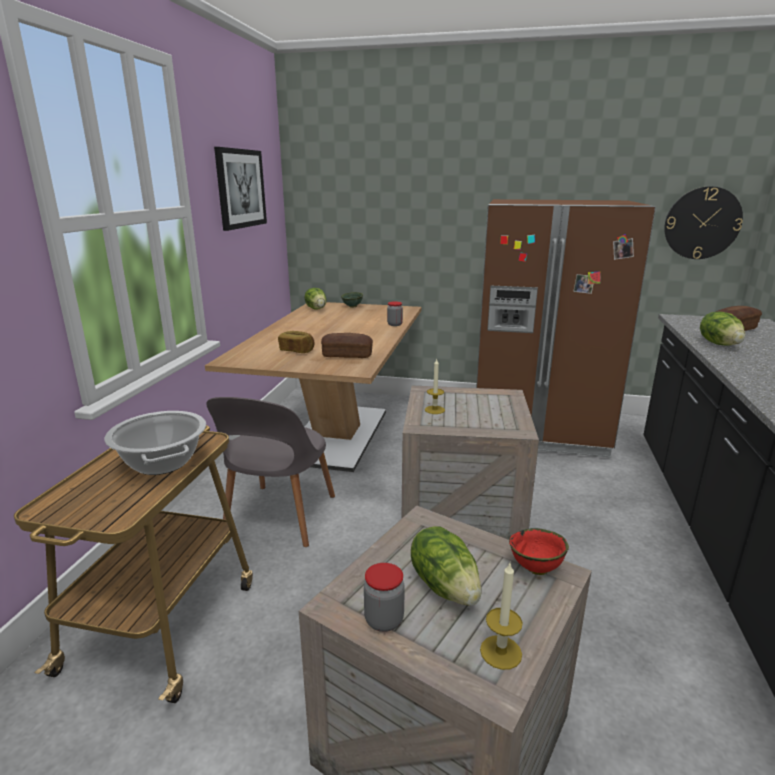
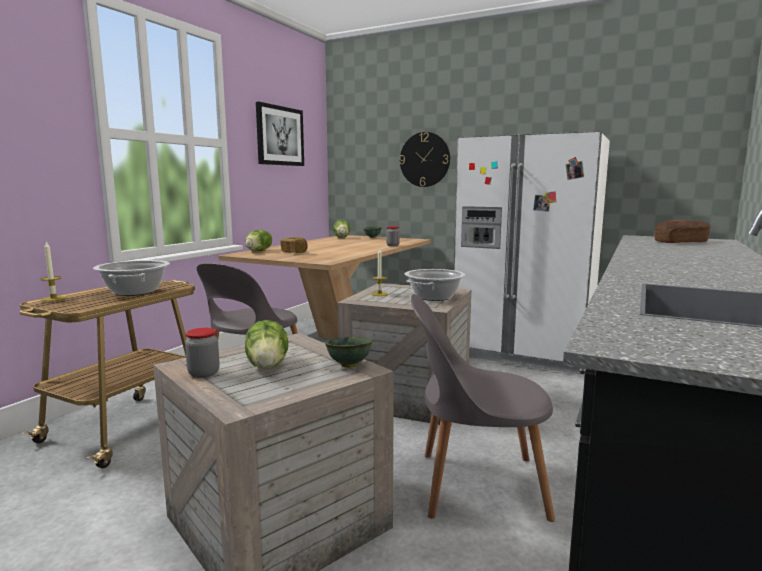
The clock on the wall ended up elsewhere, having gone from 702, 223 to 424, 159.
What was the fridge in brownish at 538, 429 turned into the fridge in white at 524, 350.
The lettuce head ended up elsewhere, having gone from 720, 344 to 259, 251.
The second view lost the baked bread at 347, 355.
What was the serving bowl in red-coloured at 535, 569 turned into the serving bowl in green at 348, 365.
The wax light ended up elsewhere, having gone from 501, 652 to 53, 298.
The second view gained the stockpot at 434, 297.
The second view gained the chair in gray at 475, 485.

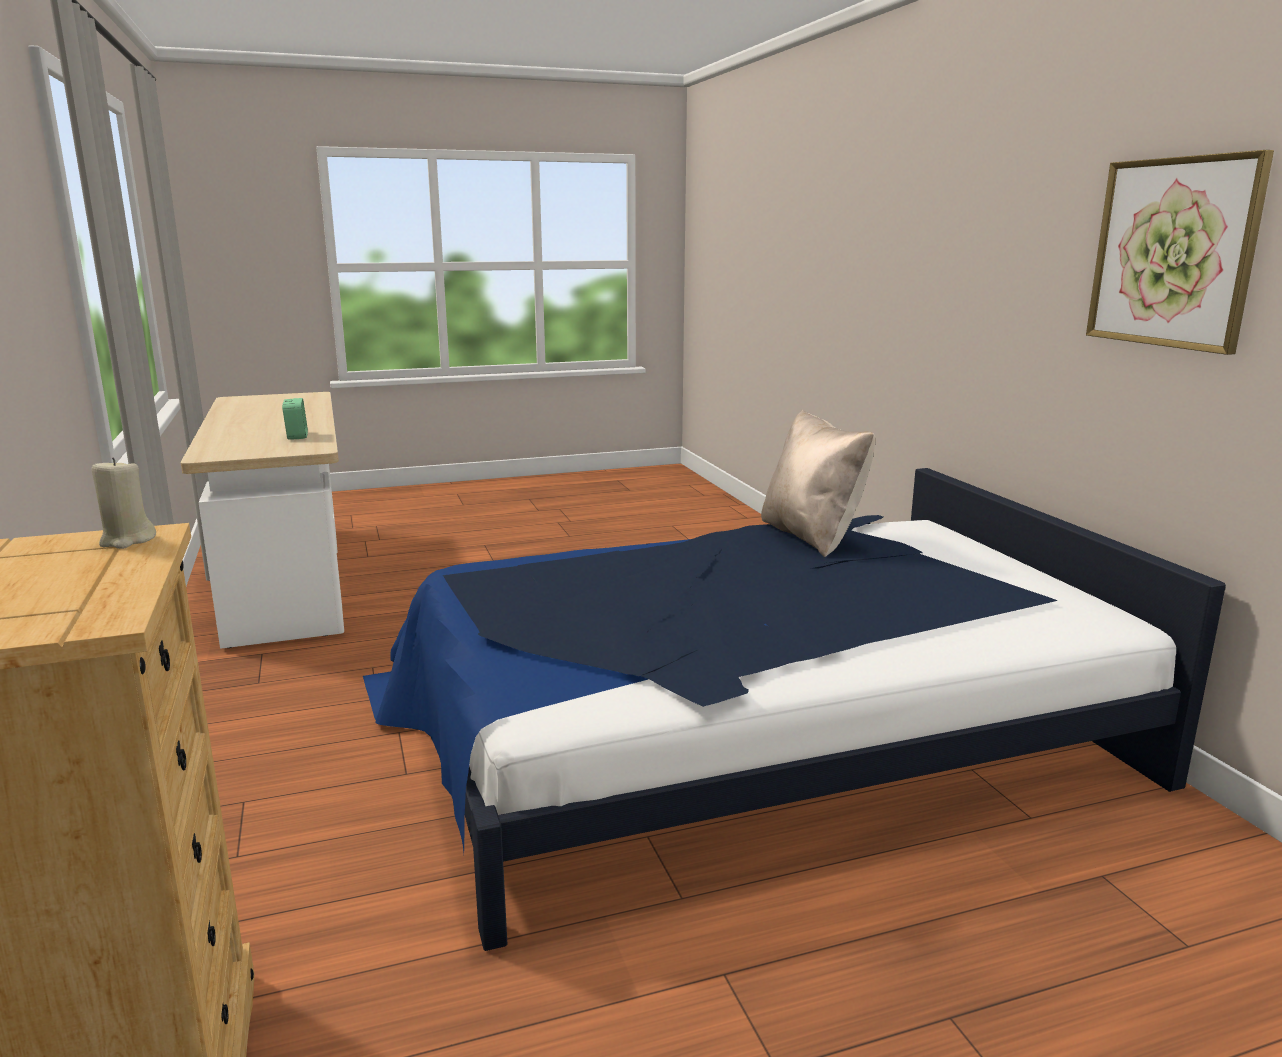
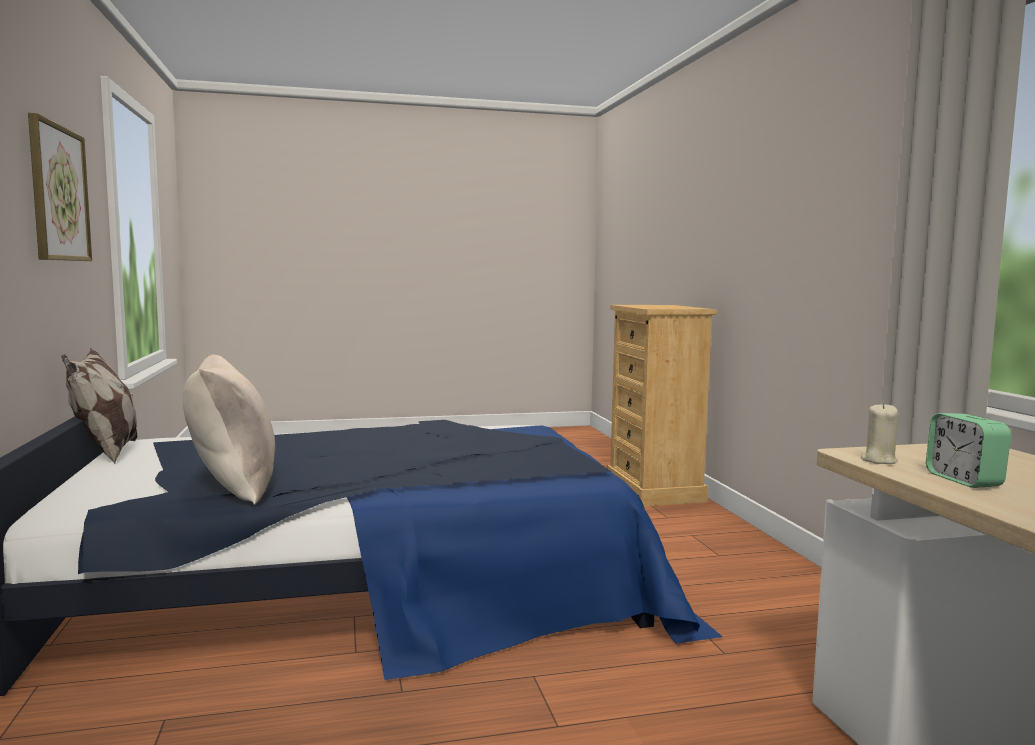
The wax light in beige ended up elsewhere, having gone from 127, 540 to 878, 460.
The second view gained the cushion at 106, 453.

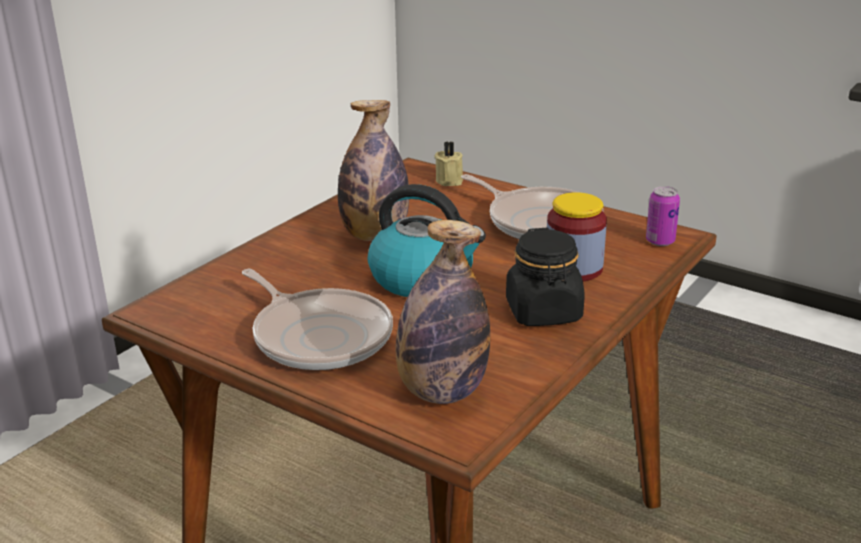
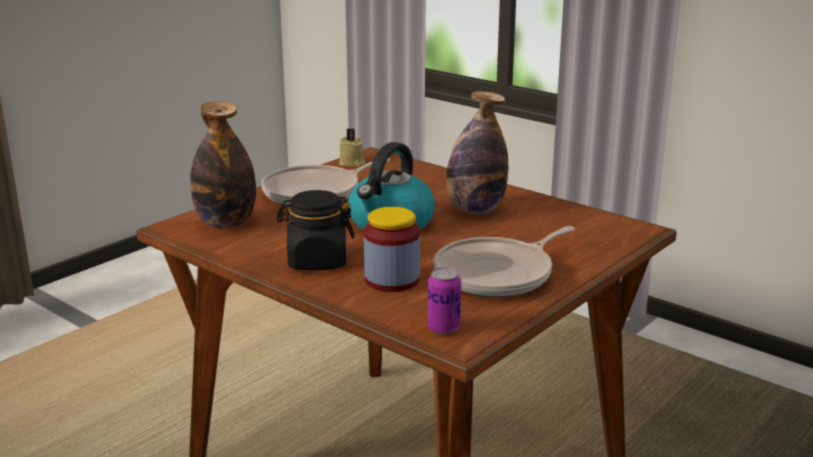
The wax light in beige ended up elsewhere, having gone from 450, 180 to 352, 163.

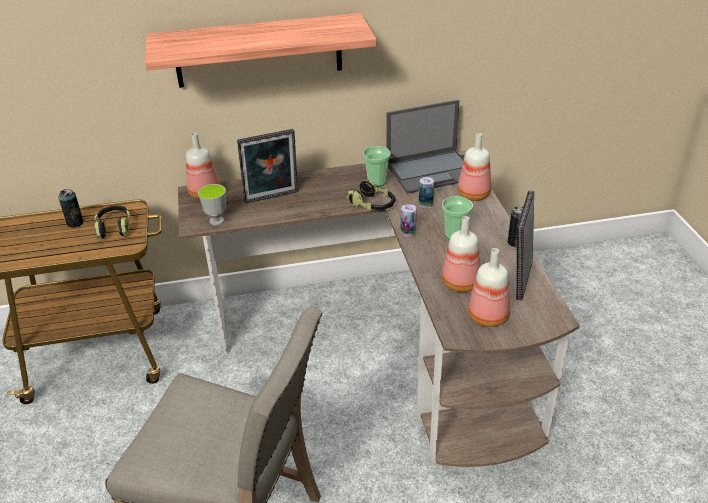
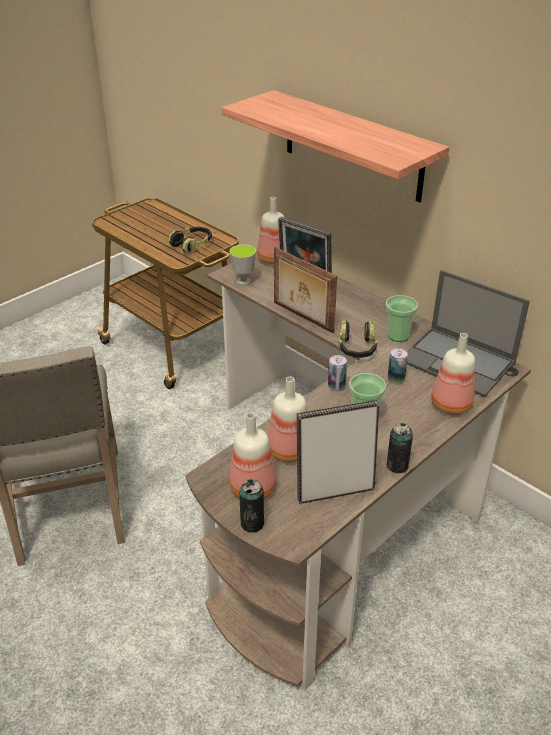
The metal can ended up elsewhere, having gone from 75, 223 to 252, 523.
The second view gained the standing frame at 302, 317.

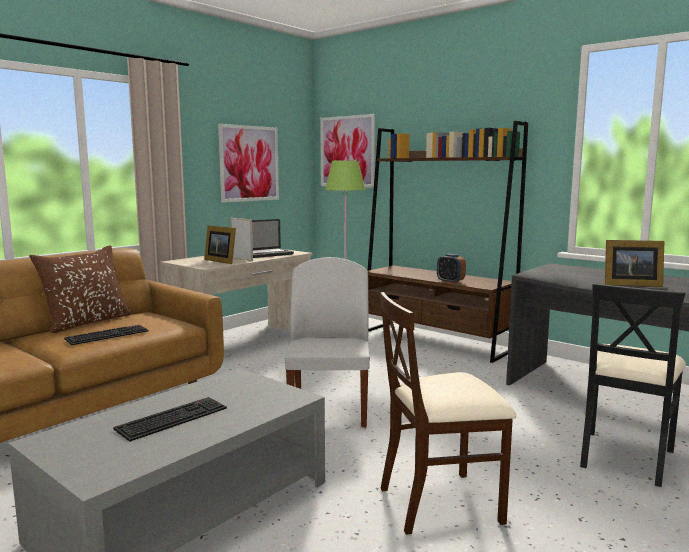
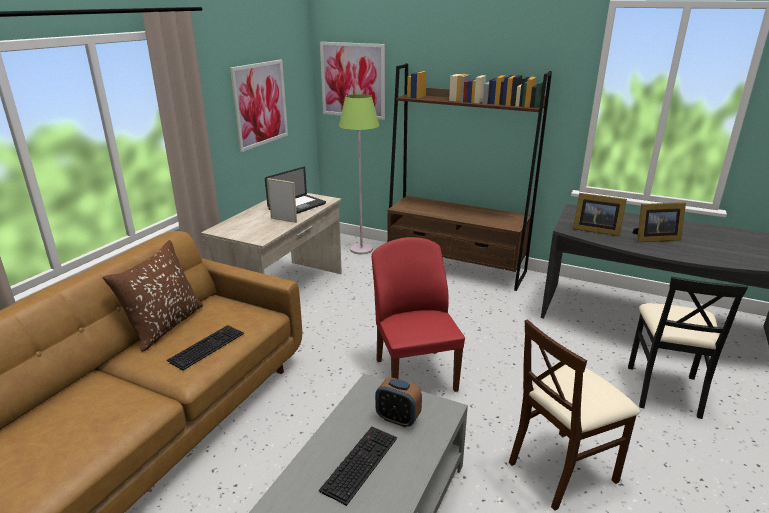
The standing frame ended up elsewhere, having gone from 221, 261 to 594, 230.
The bedside clock ended up elsewhere, having gone from 450, 281 to 398, 419.
What was the chair in white at 329, 410 turned into the chair in red-coloured at 415, 373.

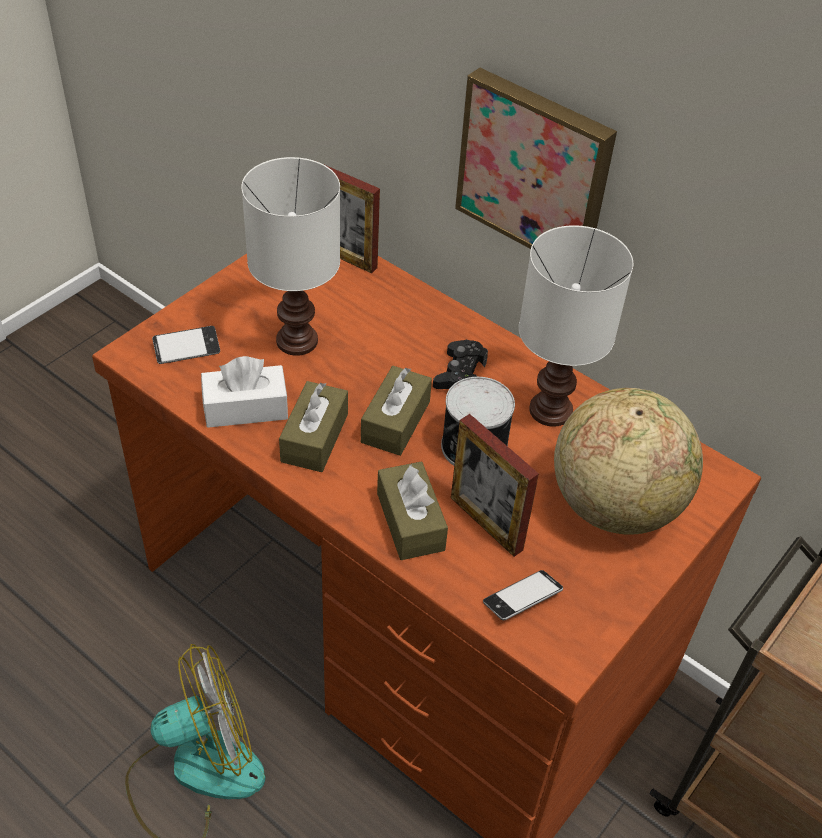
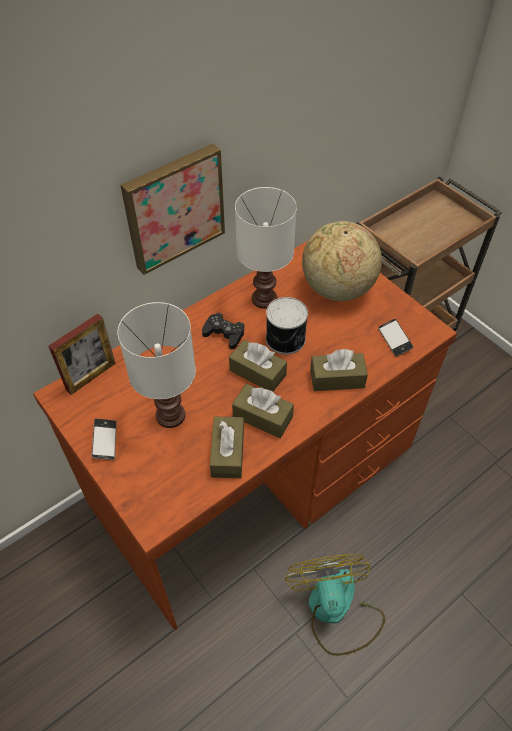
The phone ended up elsewhere, having gone from 187, 349 to 105, 441.
What was the box of tissues in white at 245, 408 turned into the box of tissues in brownish at 227, 453.
The second view lost the standing frame at 486, 523.

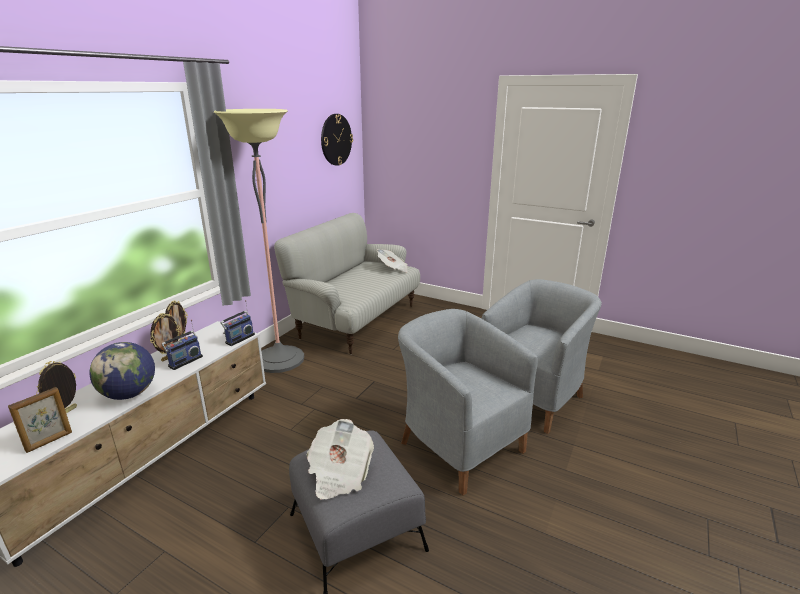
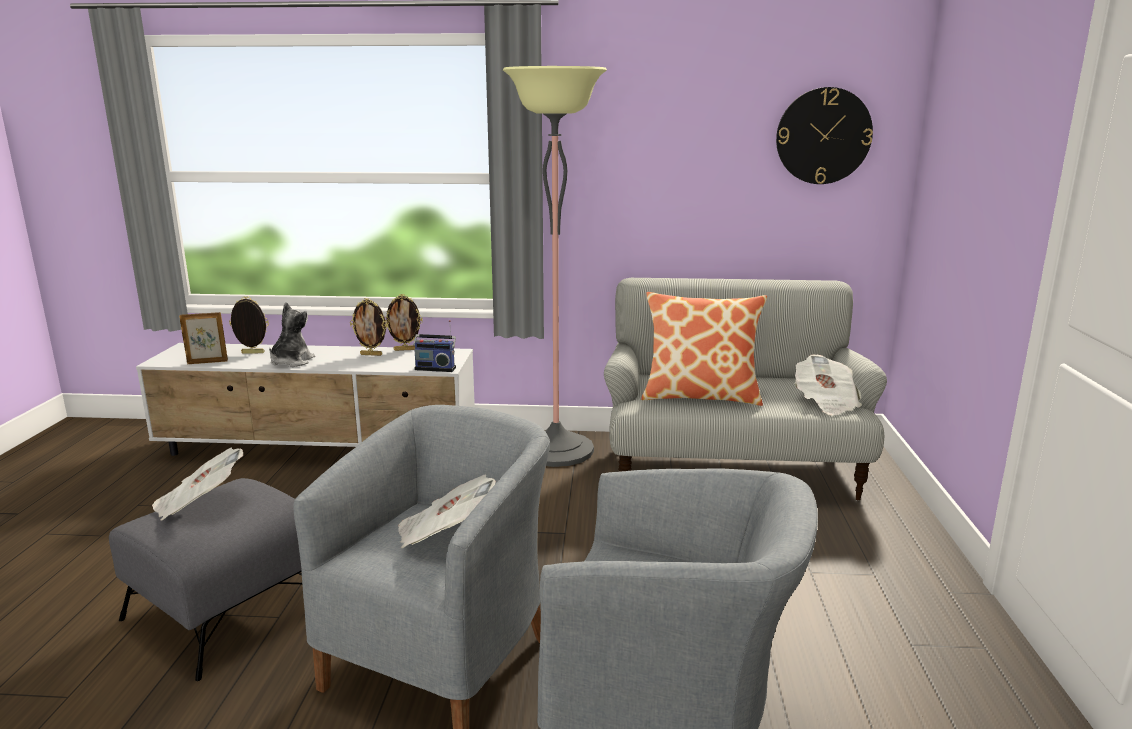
The second view lost the radio receiver at 184, 361.
Where the world globe stood at 129, 394, the plush toy came to stand at 291, 362.
The standing frame at 49, 441 ended up facing another way, 150 degrees clockwise from before.
The second view gained the cushion at 701, 396.
The second view gained the printed paper at 444, 535.

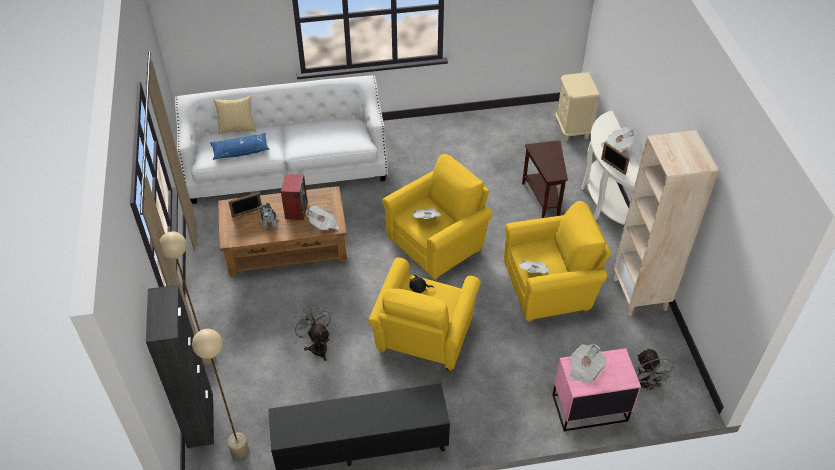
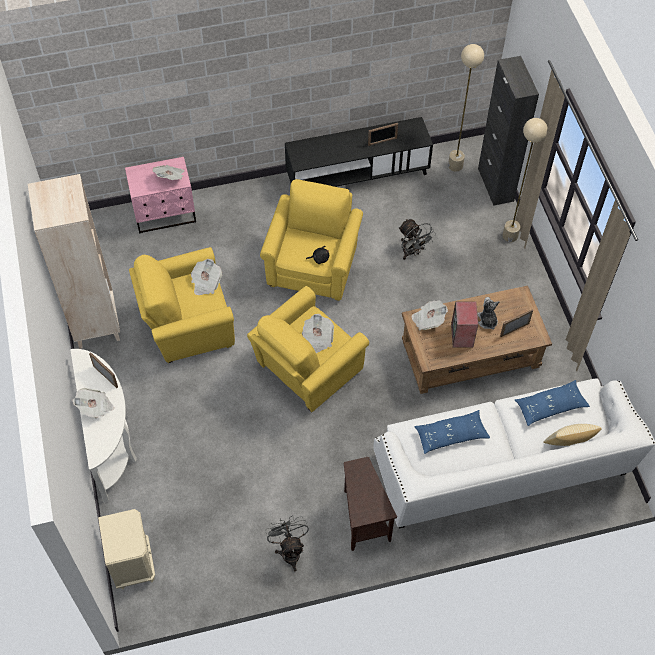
The end table in brownish ended up elsewhere, having gone from 543, 197 to 363, 520.
The electric fan in gray ended up elsewhere, having gone from 645, 385 to 289, 550.
The second view gained the standing frame at 382, 141.
The second view gained the cushion in blue at 451, 435.

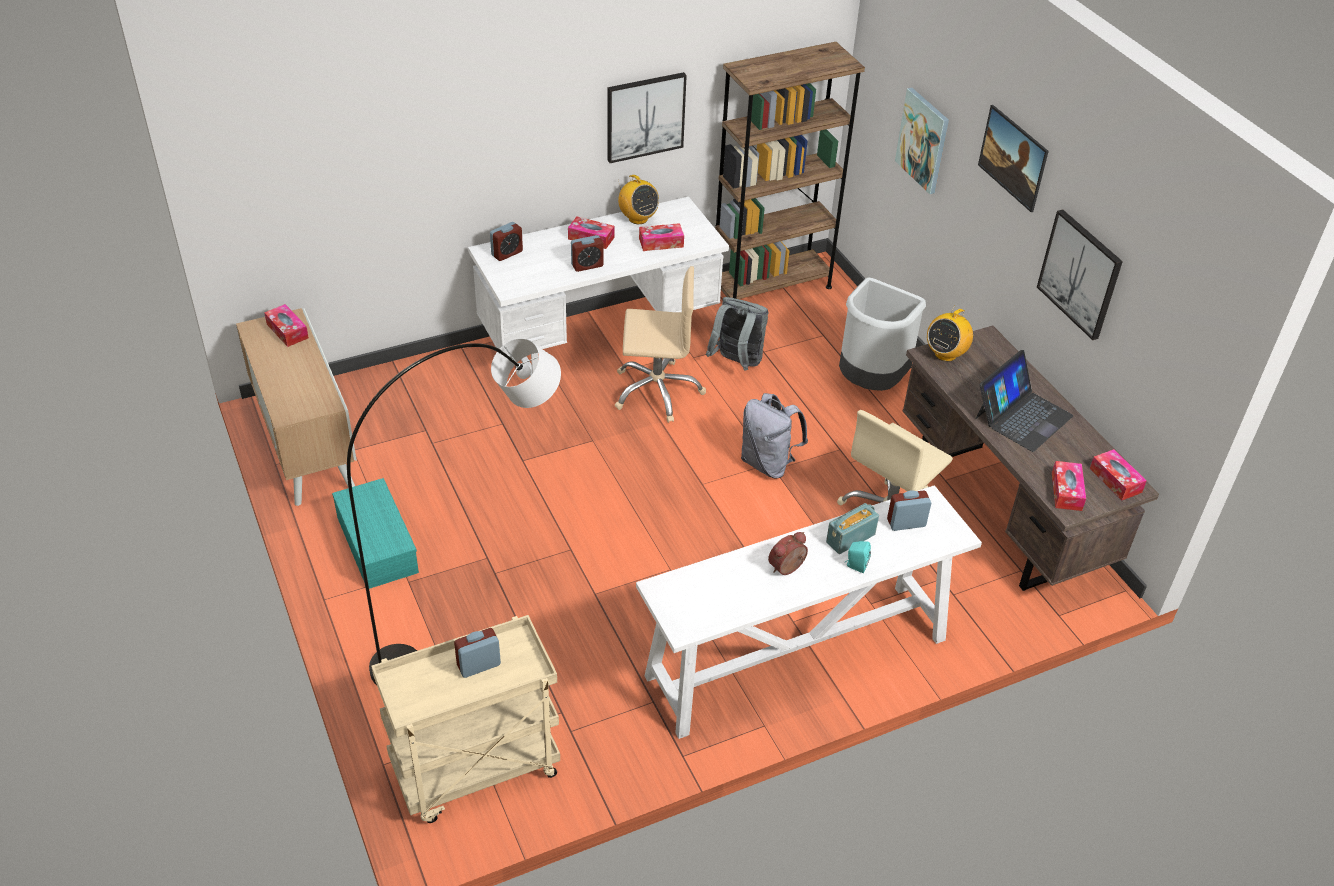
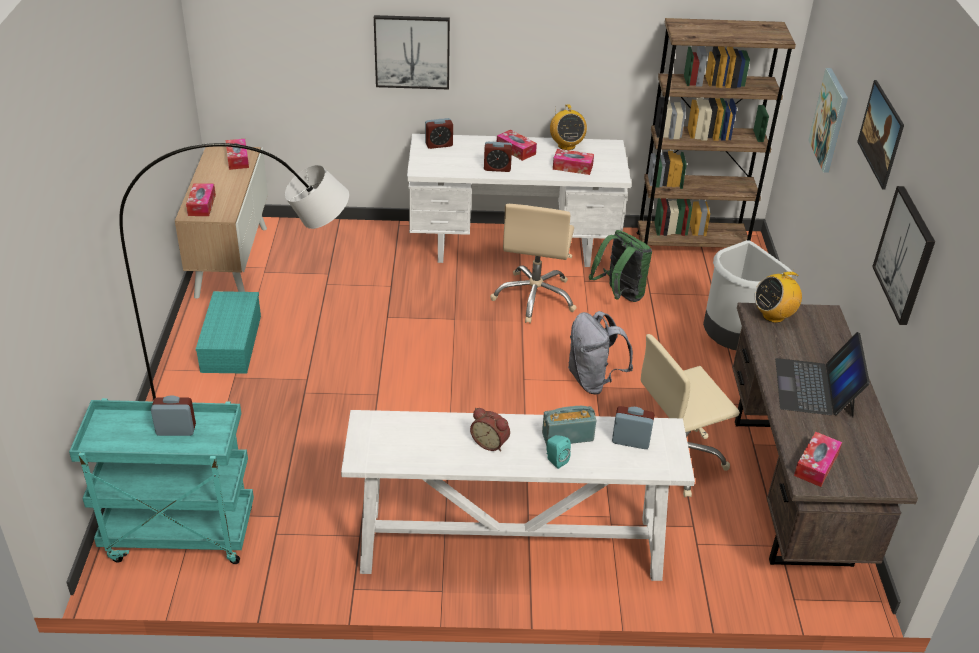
The wall picture ended up elsewhere, having gone from 645, 116 to 412, 51.
The office chair in beige at 657, 391 ended up facing another way, 75 degrees clockwise from before.
What was the backpack in gray at 736, 363 turned into the backpack in green at 619, 295.
The notebook computer at 1022, 416 ended up facing another way, 120 degrees clockwise from before.
The box of tissues ended up elsewhere, having gone from 1115, 480 to 202, 205.
The bedside clock at 788, 569 ended up facing another way, 135 degrees counterclockwise from before.
What was the wheeled cart in beige at 475, 771 turned into the wheeled cart in turquoise-coloured at 178, 536.

